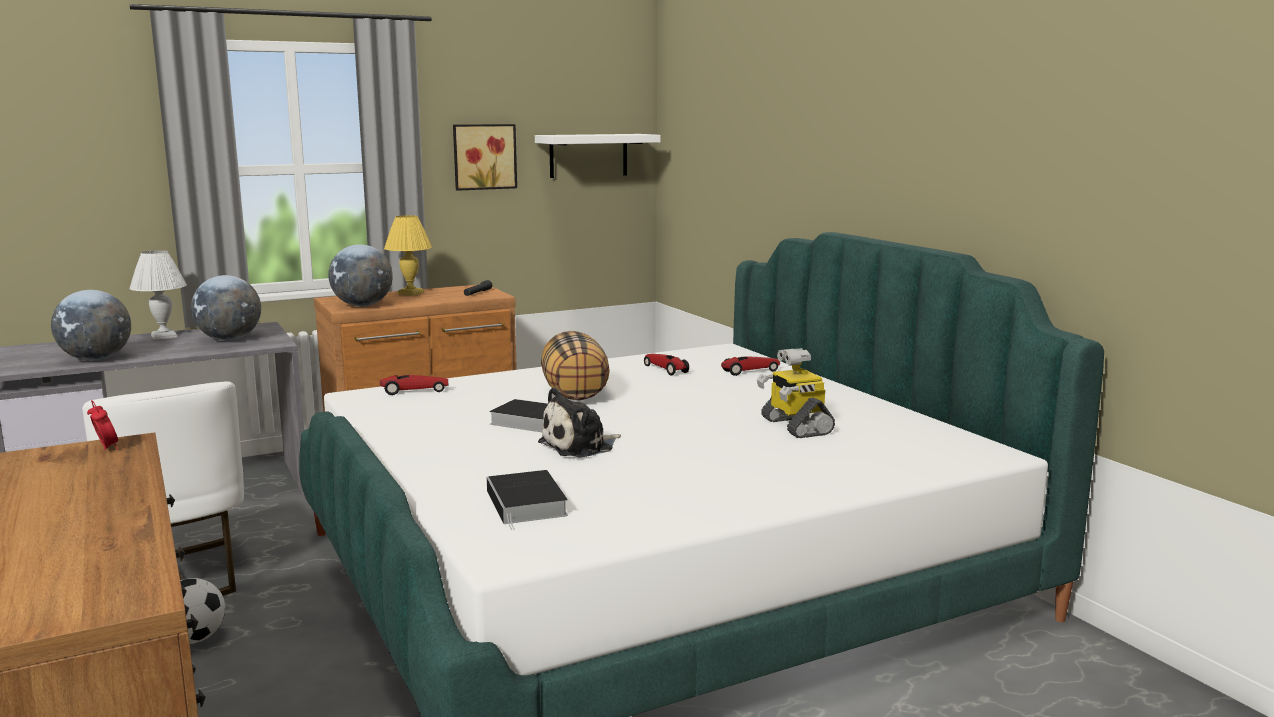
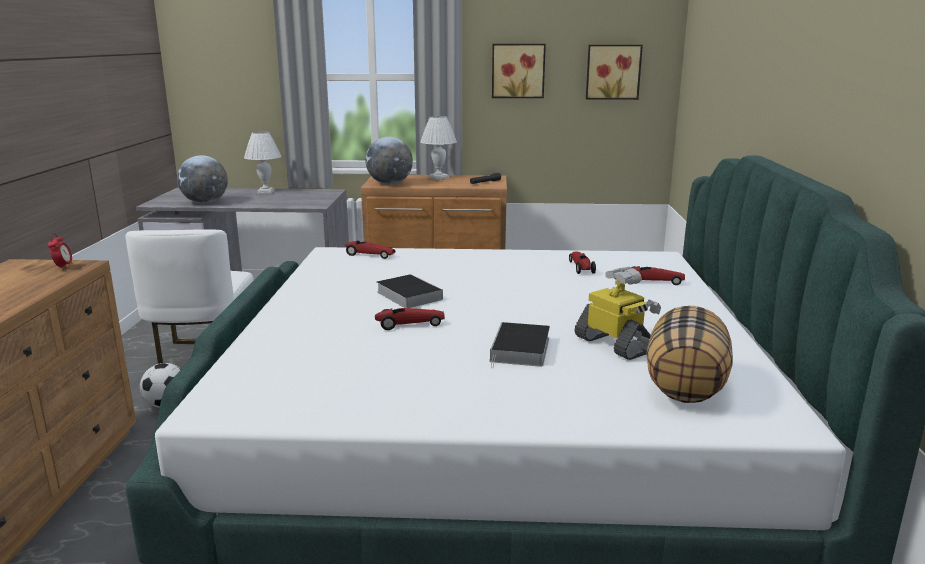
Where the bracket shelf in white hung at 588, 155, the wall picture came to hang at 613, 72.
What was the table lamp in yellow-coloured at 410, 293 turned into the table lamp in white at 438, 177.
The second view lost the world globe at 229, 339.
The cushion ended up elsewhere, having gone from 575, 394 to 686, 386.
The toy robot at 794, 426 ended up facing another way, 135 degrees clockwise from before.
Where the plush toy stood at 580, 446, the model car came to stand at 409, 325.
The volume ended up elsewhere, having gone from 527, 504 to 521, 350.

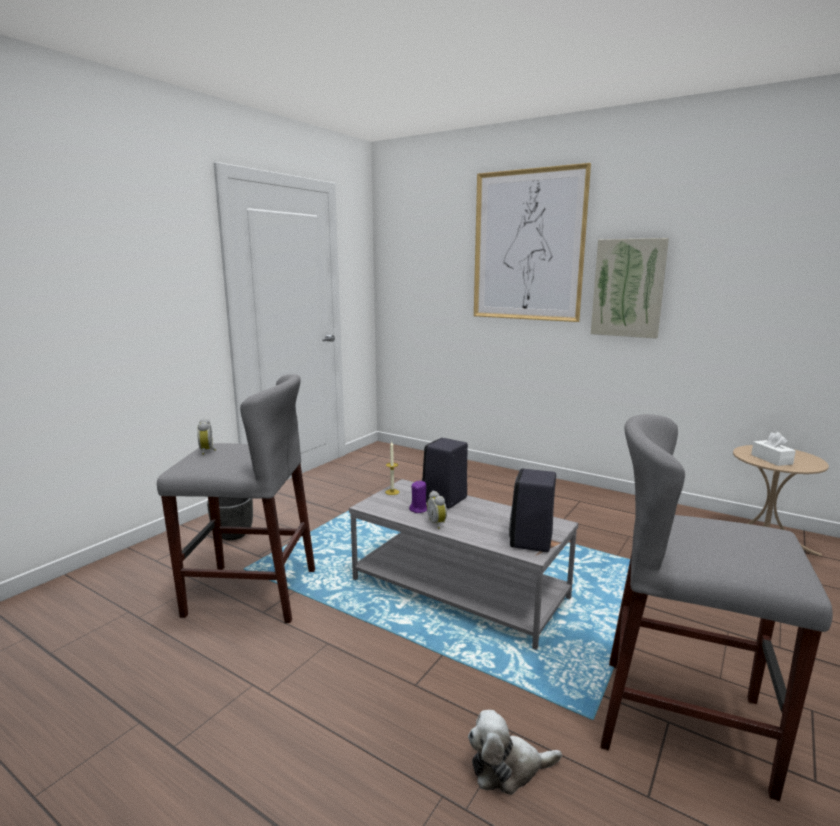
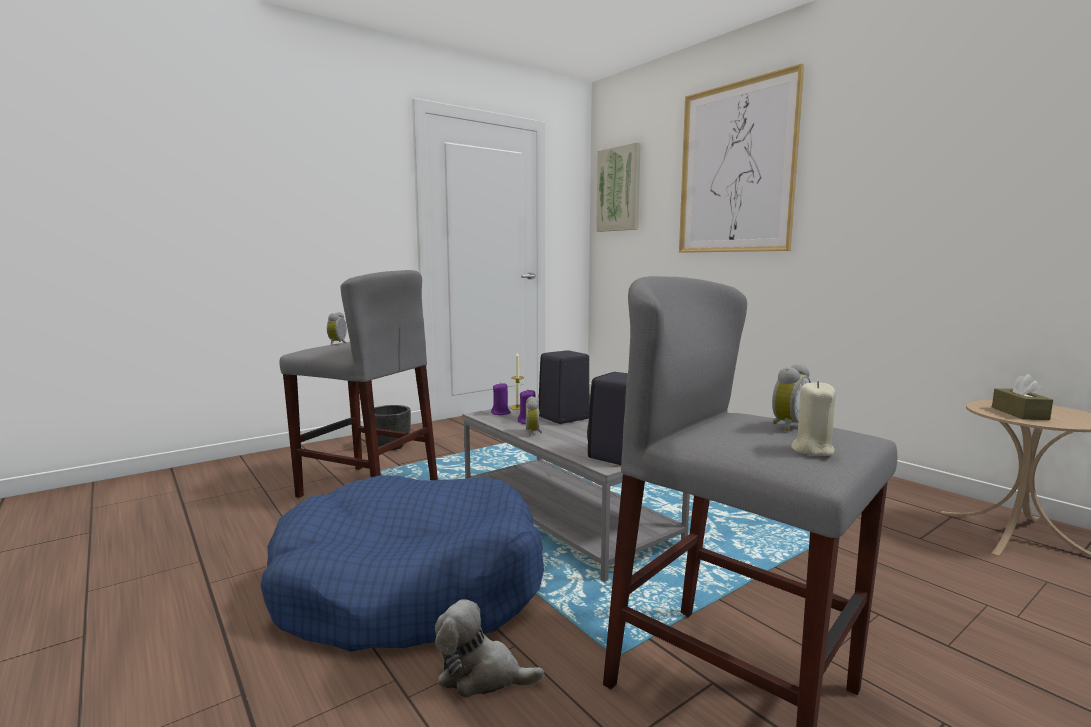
The wall picture ended up elsewhere, having gone from 628, 288 to 619, 189.
What was the box of tissues in white at 771, 459 turned into the box of tissues in brownish at 1019, 413.
The second view gained the bedside clock at 786, 426.
The second view gained the wax light in beige at 812, 450.
The second view gained the wax light in purple-coloured at 501, 413.
The second view gained the dog cushion in blue at 410, 587.

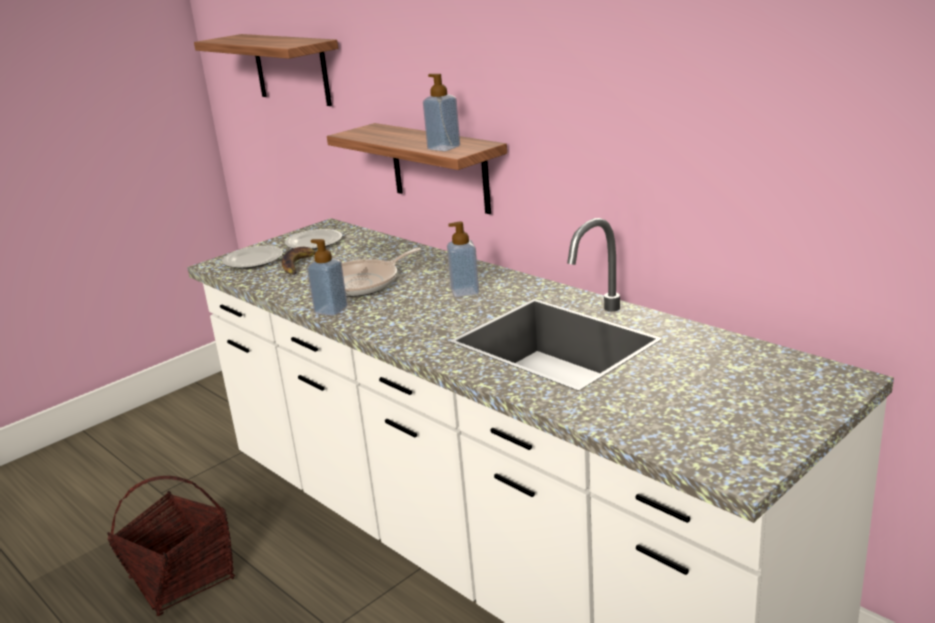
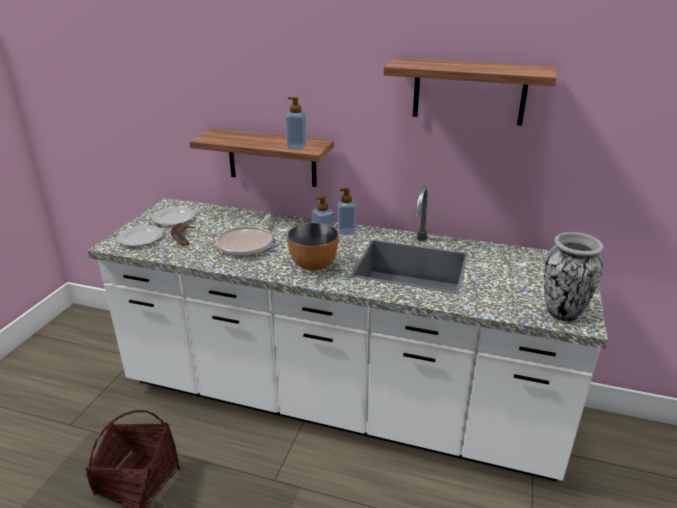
The bracket shelf ended up elsewhere, having gone from 291, 69 to 469, 91.
The liquid soap bottle ended up elsewhere, having gone from 331, 310 to 346, 232.
The second view gained the serving bowl at 314, 265.
The second view gained the decorative vase at 562, 313.

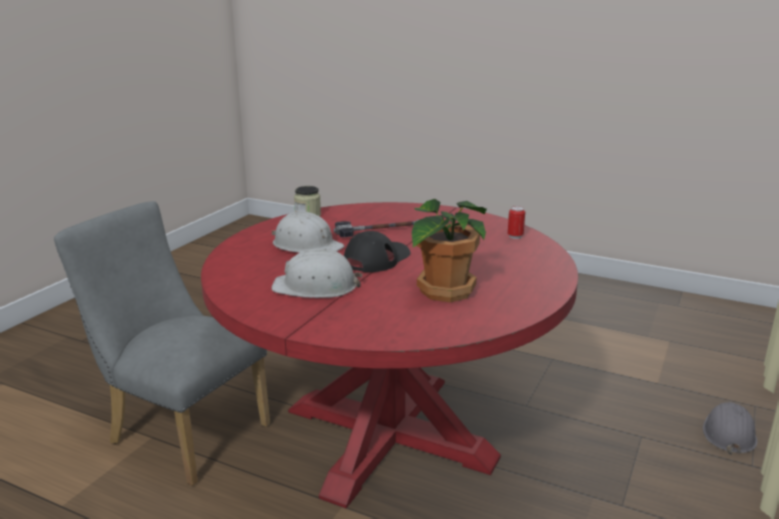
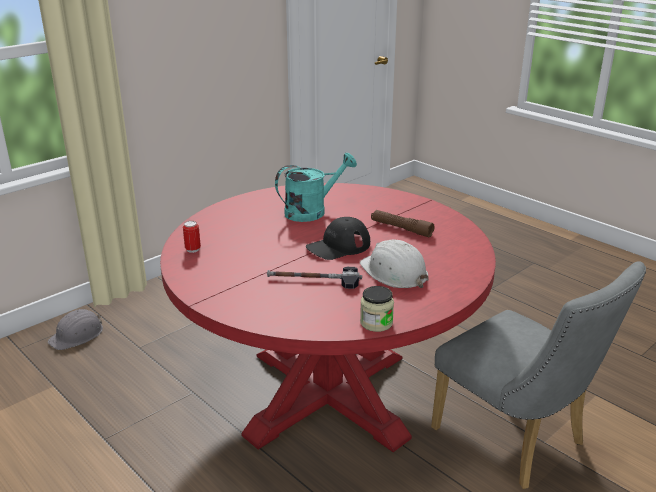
Where the potted plant stood at 443, 291, the watering pot in turquoise-coloured came to stand at 312, 211.
Where the safety helmet in white stood at 316, 286, the torch in brownish came to stand at 401, 229.

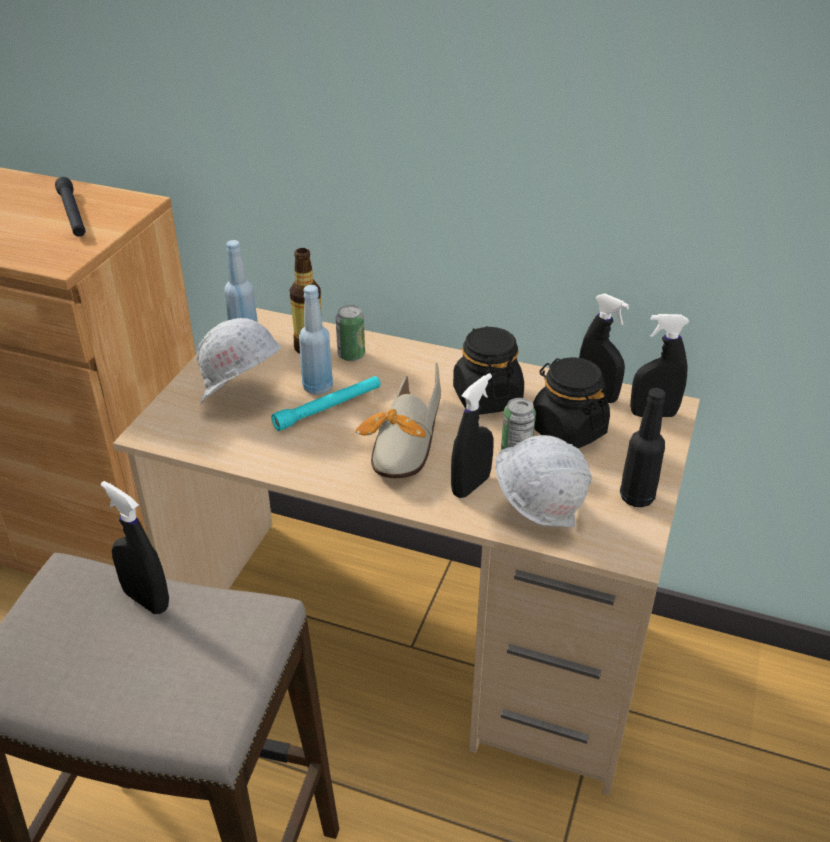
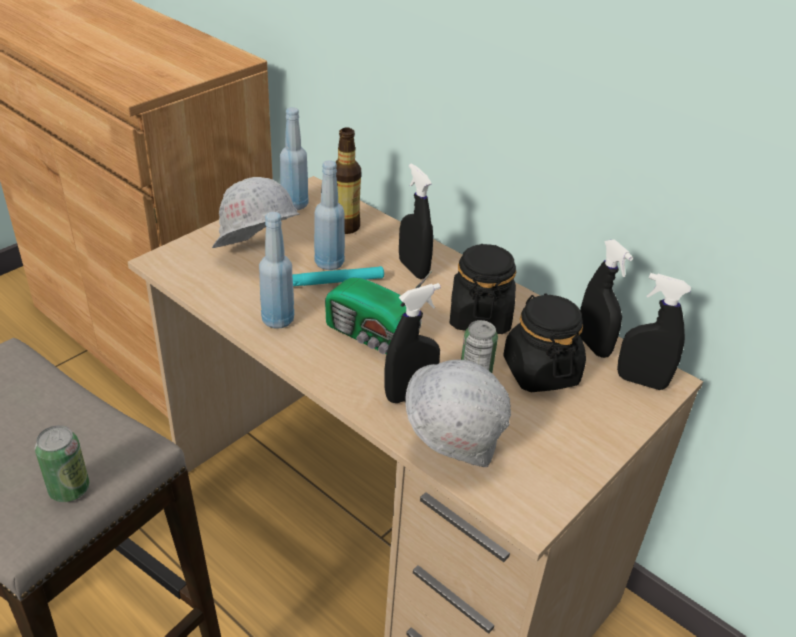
The second view lost the torch in black at 72, 214.
The metal can ended up elsewhere, having gone from 351, 355 to 69, 489.
Where the item of footwear stood at 404, 445, the radio receiver came to stand at 372, 337.
The second view lost the bottle in black at 637, 497.
The sprayer in black ended up elsewhere, having gone from 146, 600 to 413, 269.
The second view gained the bottle in blue at 277, 320.

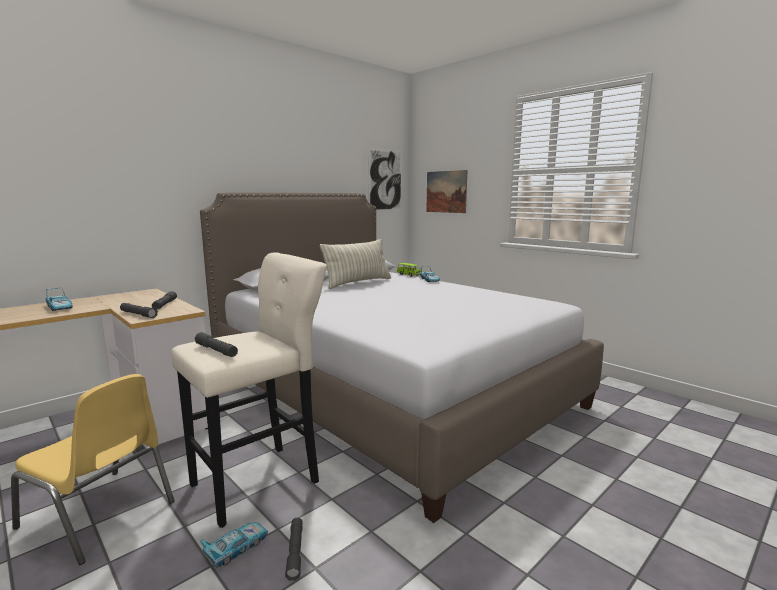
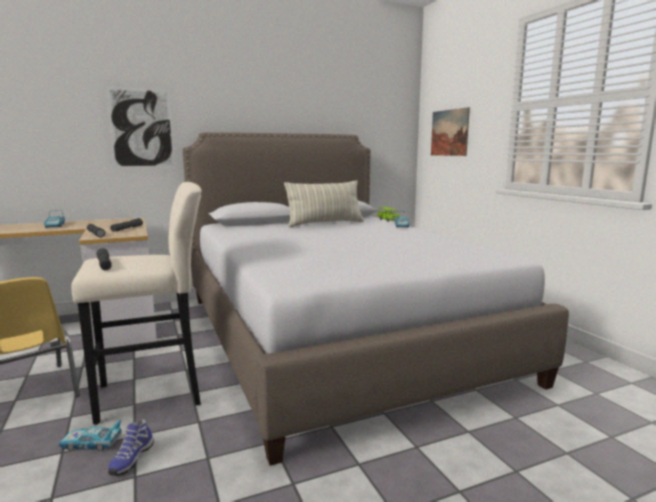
The wall picture ended up elsewhere, having gone from 385, 180 to 141, 128.
Where the torch in gray stood at 295, 552, the item of footwear came to stand at 131, 459.
The model car at 236, 548 ended up facing another way, 150 degrees counterclockwise from before.

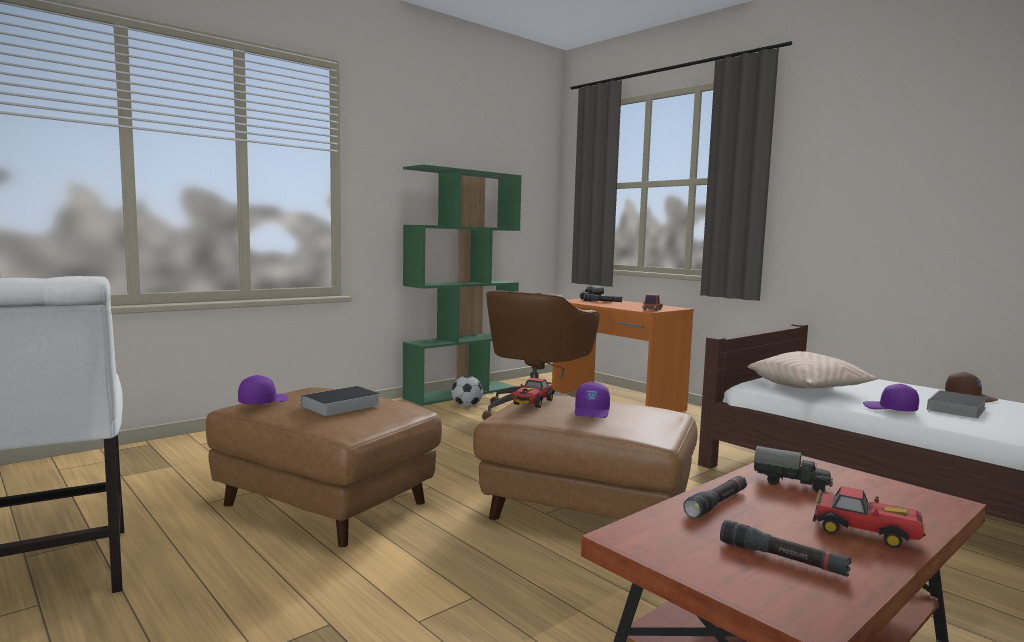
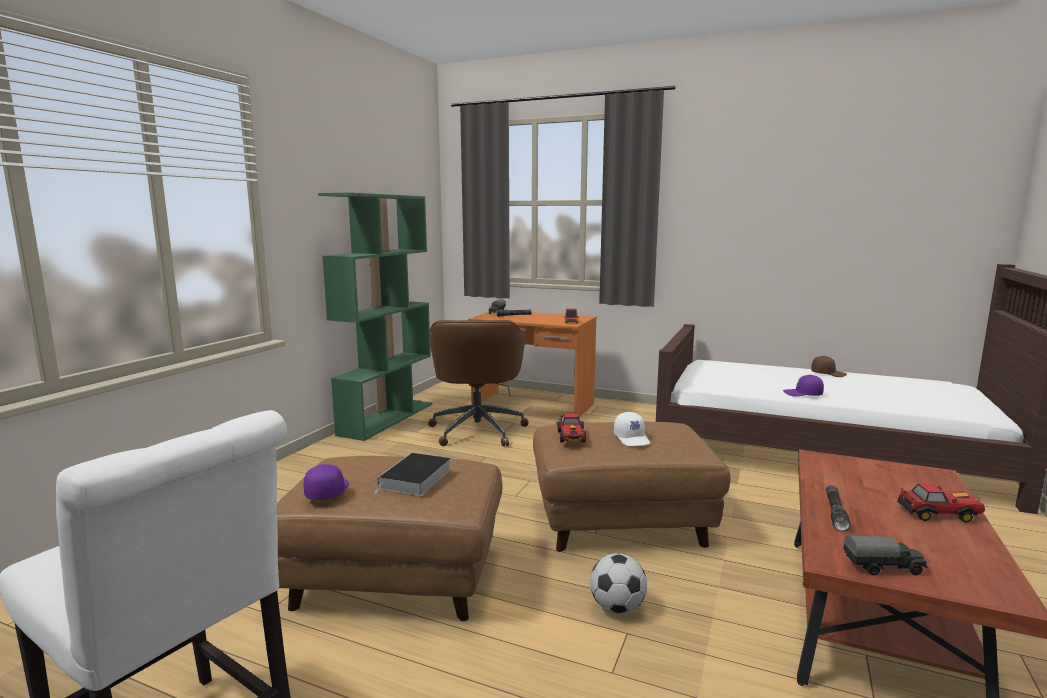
The second view lost the cushion in beige at 809, 388.
The football ended up elsewhere, having gone from 466, 406 to 617, 608.
What was the baseball cap in purple-coloured at 592, 412 turned into the baseball cap in white at 632, 439.
The second view lost the volume at 956, 409.
The toy truck ended up elsewhere, having gone from 791, 483 to 884, 568.
The second view lost the torch in black at 782, 559.

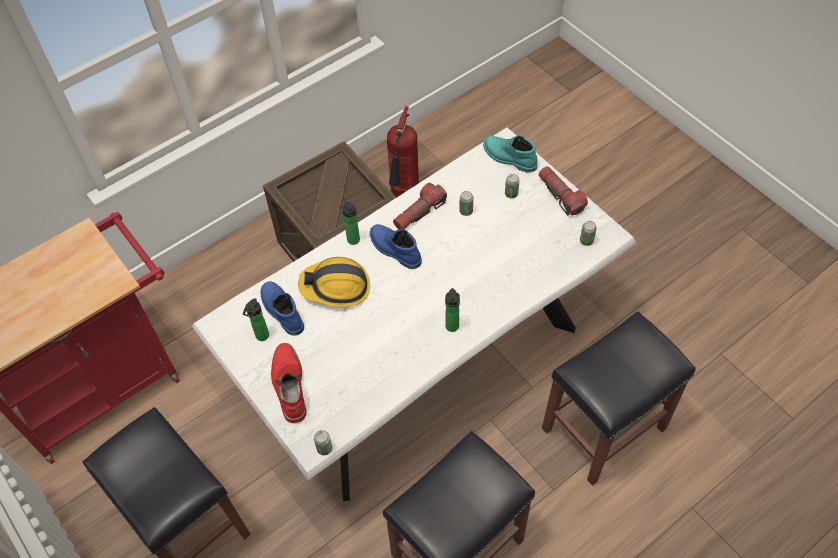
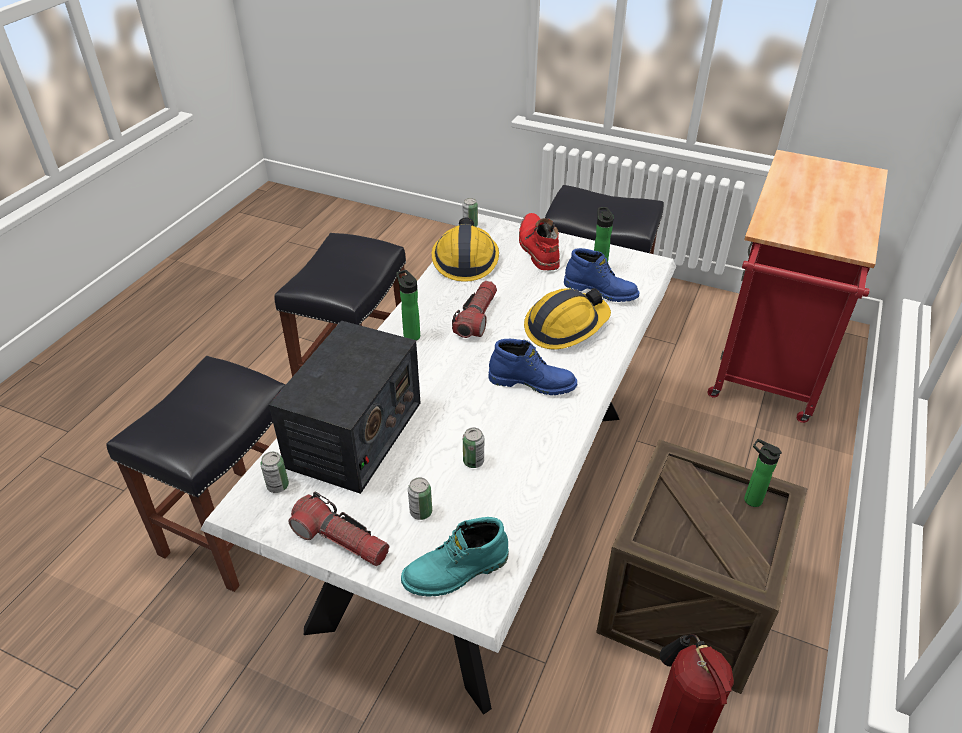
The high-top boot in turquoise-coloured at 508, 158 ended up facing another way, 150 degrees clockwise from before.
The torch ended up elsewhere, having gone from 419, 212 to 476, 318.
The bottle ended up elsewhere, having gone from 354, 241 to 750, 498.
The high-top boot in red-coloured at 289, 385 ended up facing another way, 150 degrees counterclockwise from before.
The second view gained the safety helmet at 465, 259.
The second view gained the radio receiver at 354, 435.

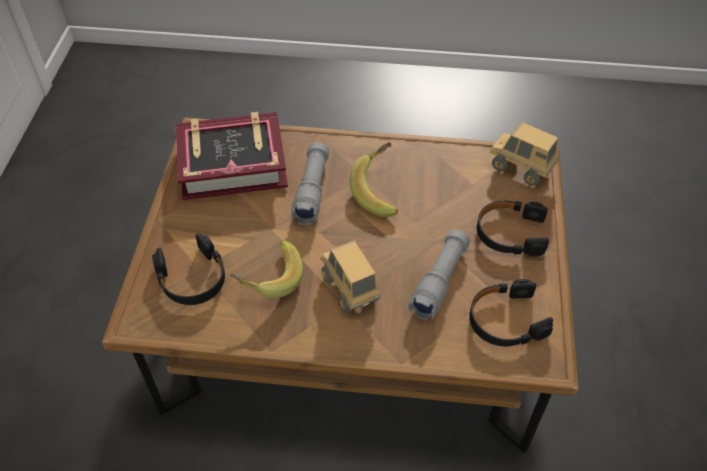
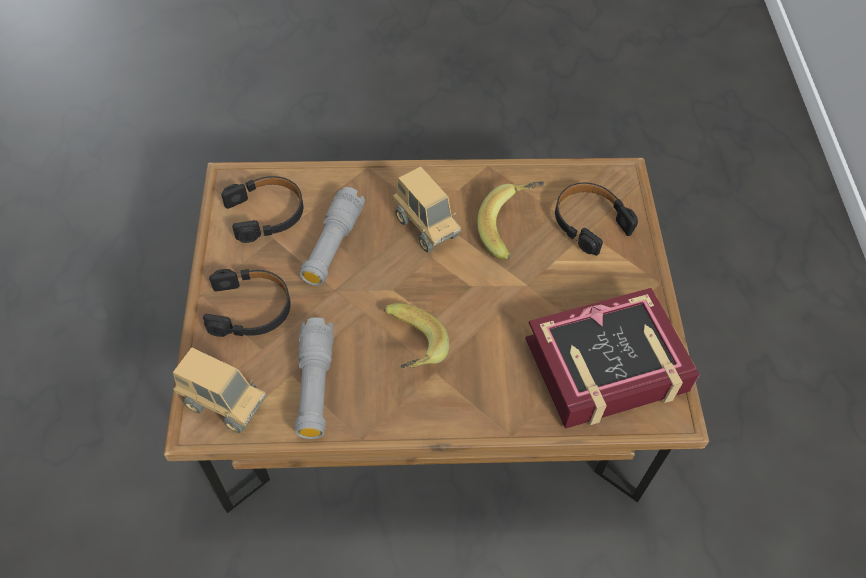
The torch in gray ended up elsewhere, having gone from 312, 190 to 315, 385.

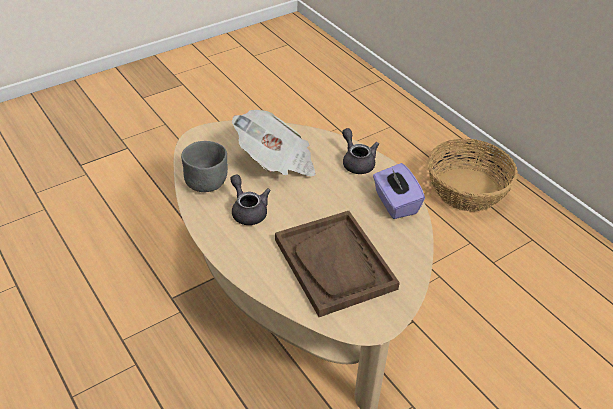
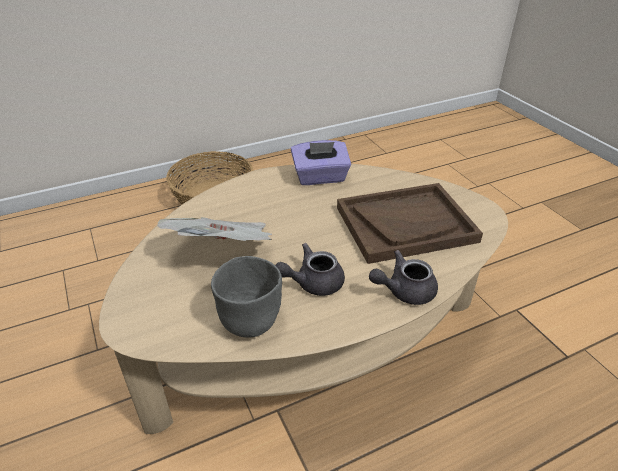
The tea pot in gray ended up elsewhere, having gone from 357, 162 to 404, 291.

